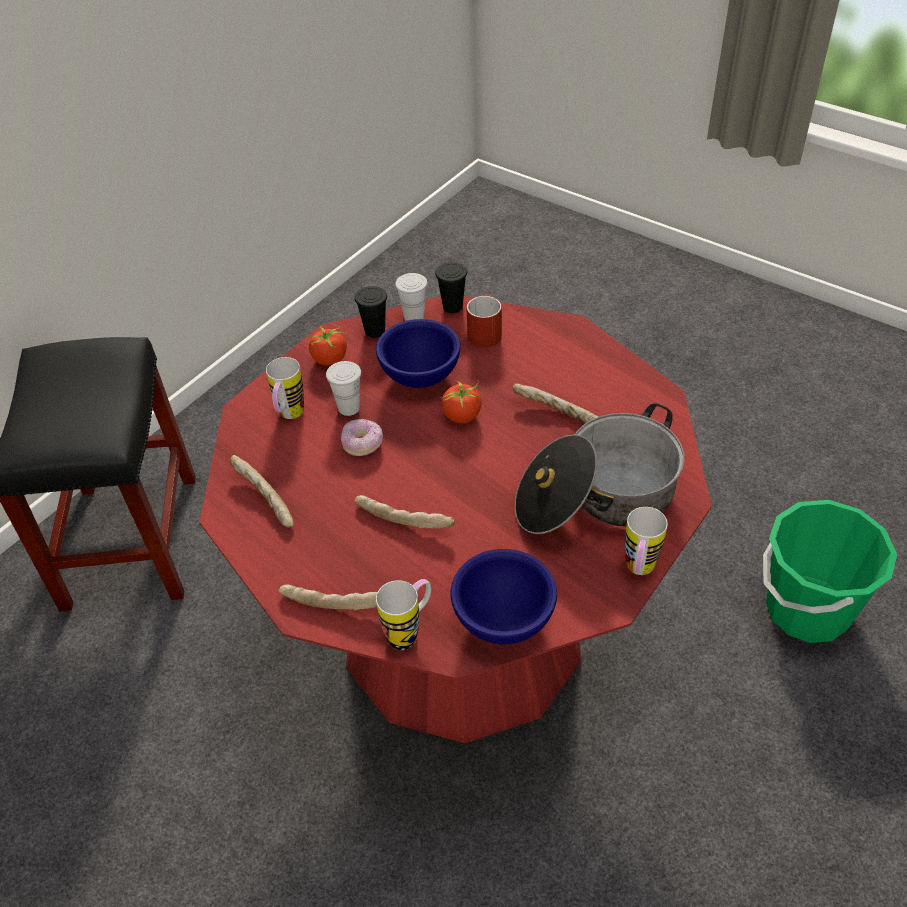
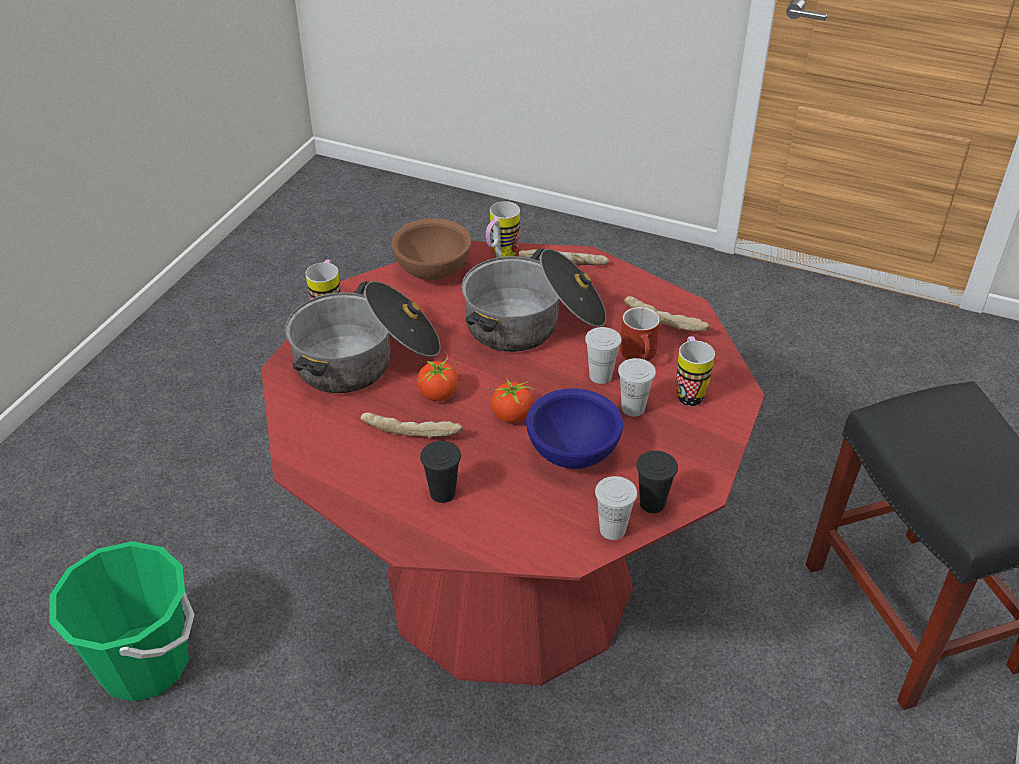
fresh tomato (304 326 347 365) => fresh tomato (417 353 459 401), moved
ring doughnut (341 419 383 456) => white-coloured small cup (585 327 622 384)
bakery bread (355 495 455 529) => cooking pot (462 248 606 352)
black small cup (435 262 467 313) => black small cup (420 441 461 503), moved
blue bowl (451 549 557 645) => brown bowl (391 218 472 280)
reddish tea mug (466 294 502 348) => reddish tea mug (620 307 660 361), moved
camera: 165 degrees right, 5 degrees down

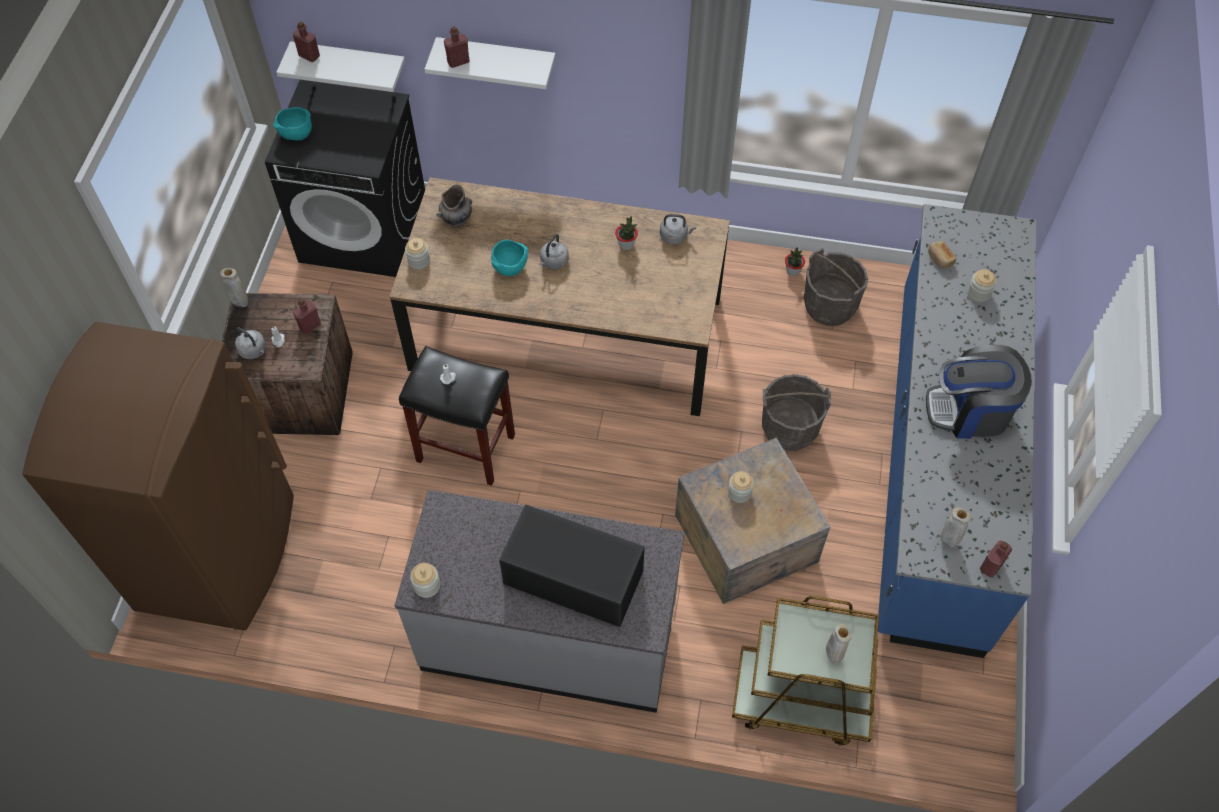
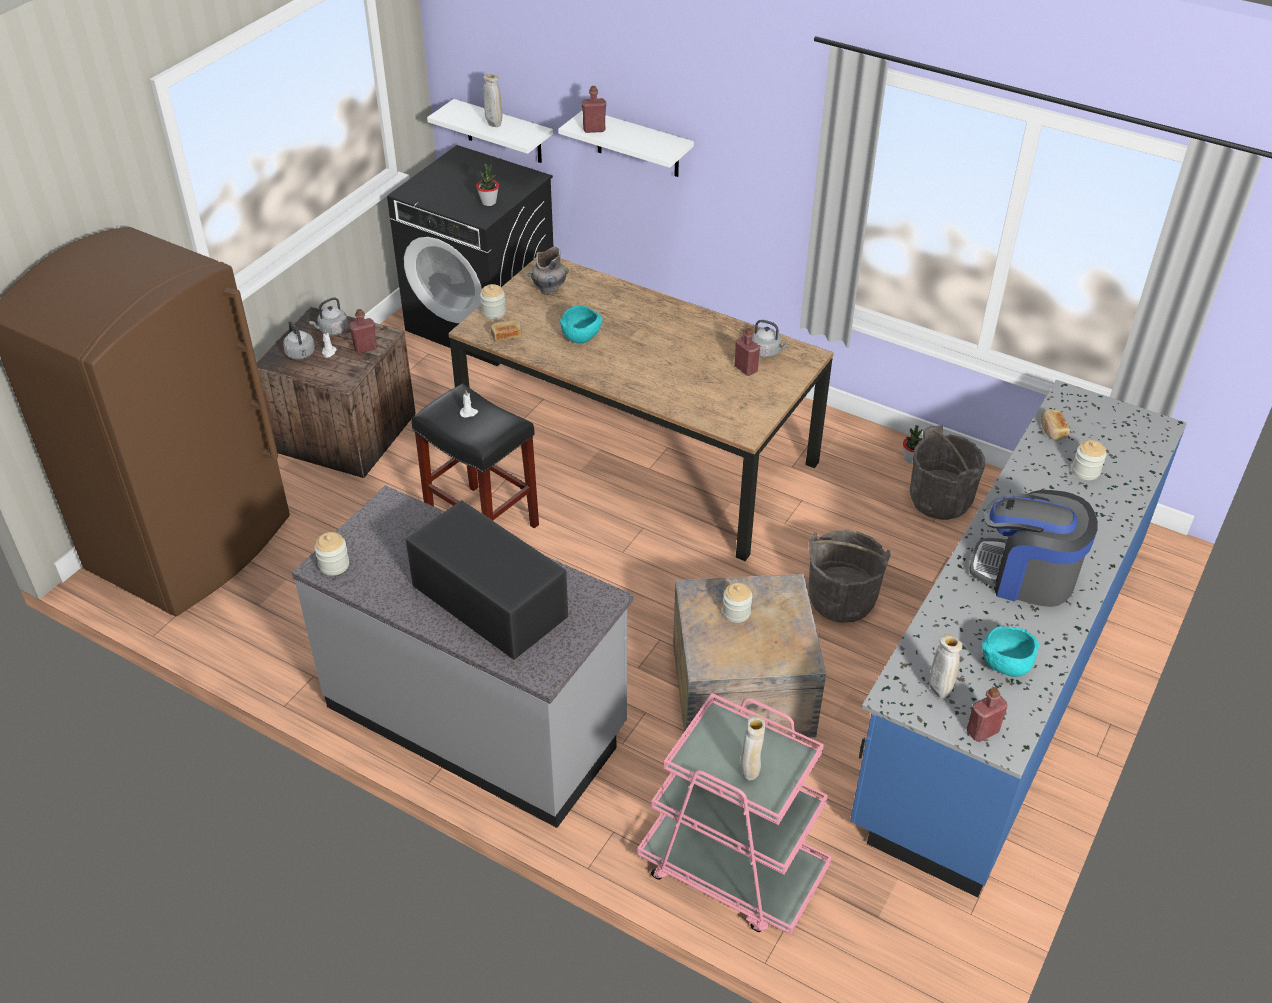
beige-coloured flower vase (220 268 248 307) => beige-coloured flower vase (483 74 502 127), moved
turquoise-coloured bowl (273 107 312 141) => turquoise-coloured bowl (981 626 1039 677), moved
reddish drink bottle (293 22 320 62) => reddish drink bottle (734 328 760 376), moved
gray water kettle (539 234 569 270) => gray water kettle (309 297 348 336), moved
plant in a pot (615 216 638 250) => plant in a pot (476 164 499 206), moved
brown trolley (732 596 879 746) => pinkish trolley (637 693 832 935)
nothing => bakery bread (491 320 522 341)
camera: 20 degrees right, 15 degrees down

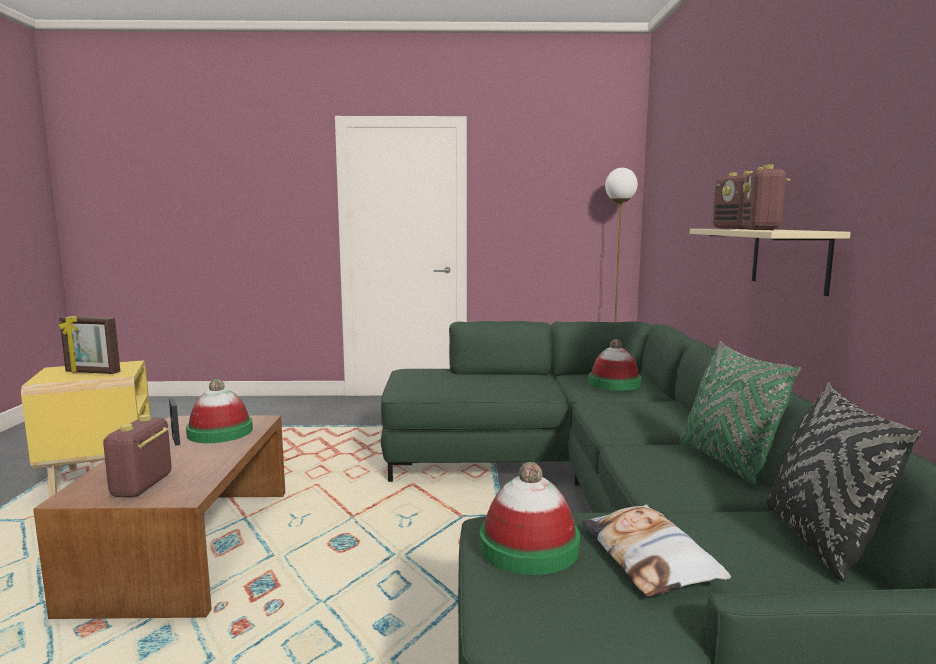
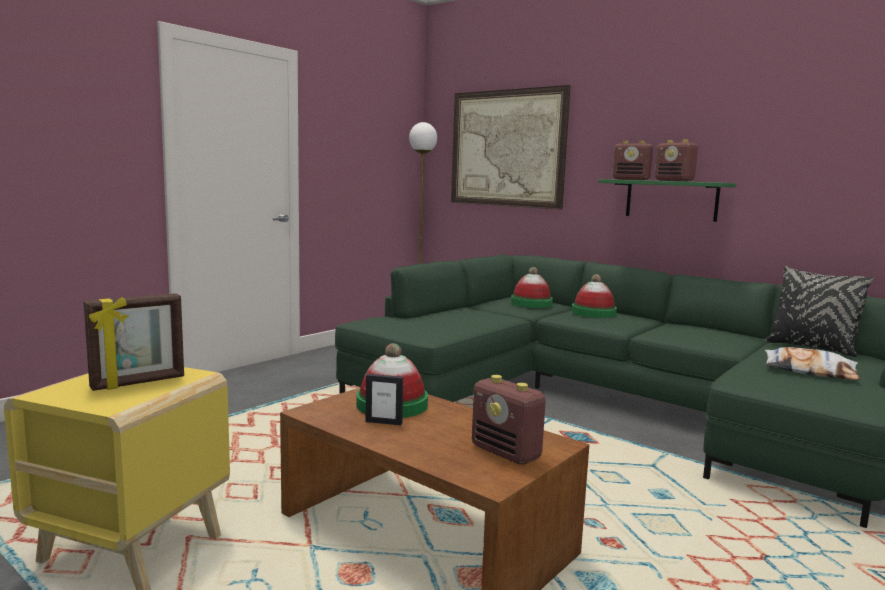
hat (480 462 580 575) => hat (572 274 617 318), moved
greenish pillow (680 341 801 485) => nothing
beige-coloured shelf (690 229 851 296) => greenish shelf (598 179 736 222)
nothing => wall art (451 85 571 210)
camera: 50 degrees left, 0 degrees up

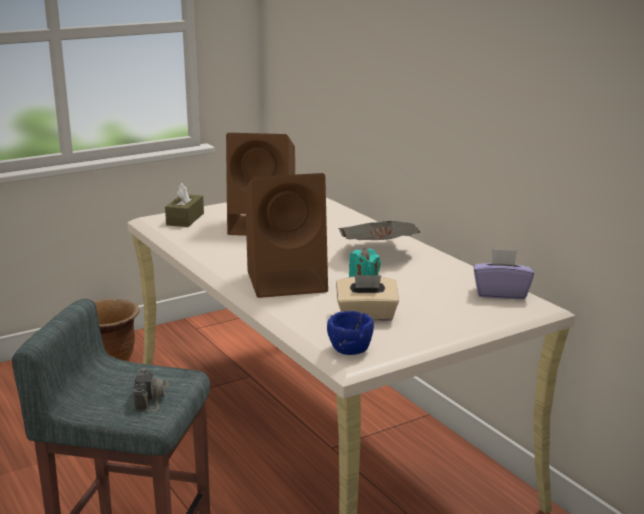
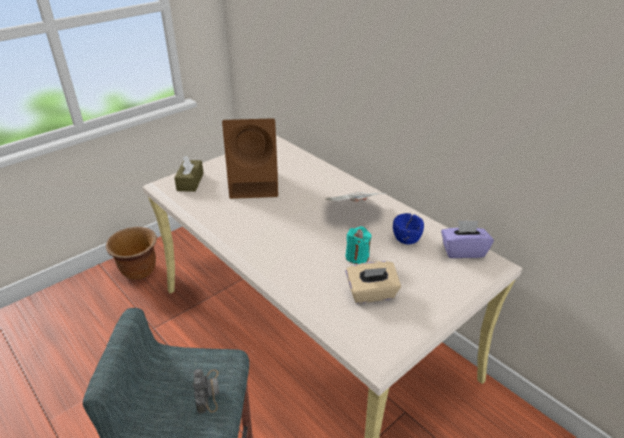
brown speaker (245 173 328 298) => nothing
blue bowl (327 311 374 355) => blue bowl (393 213 424 244), moved
camera: 10 degrees left, 15 degrees up

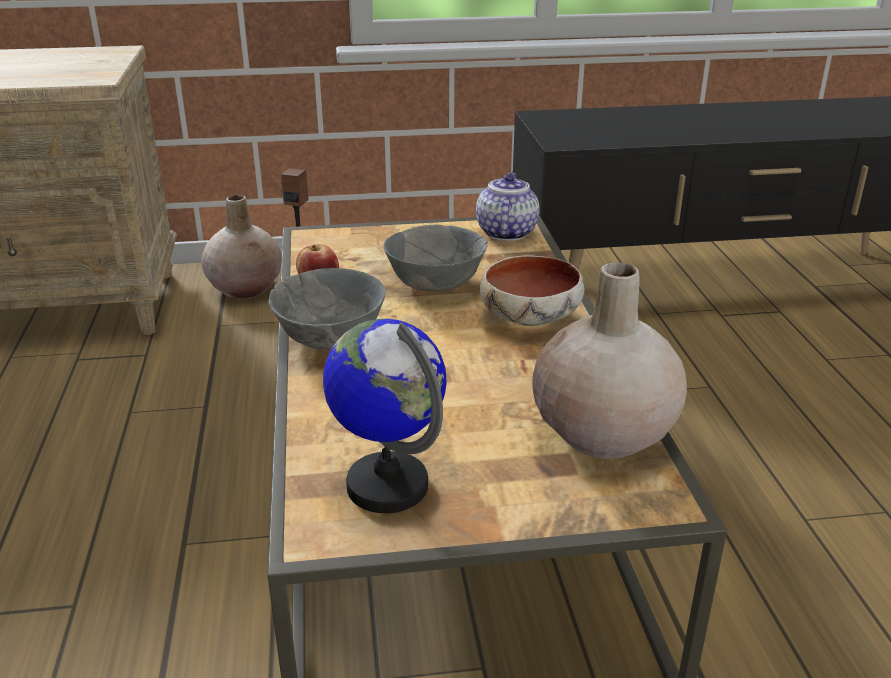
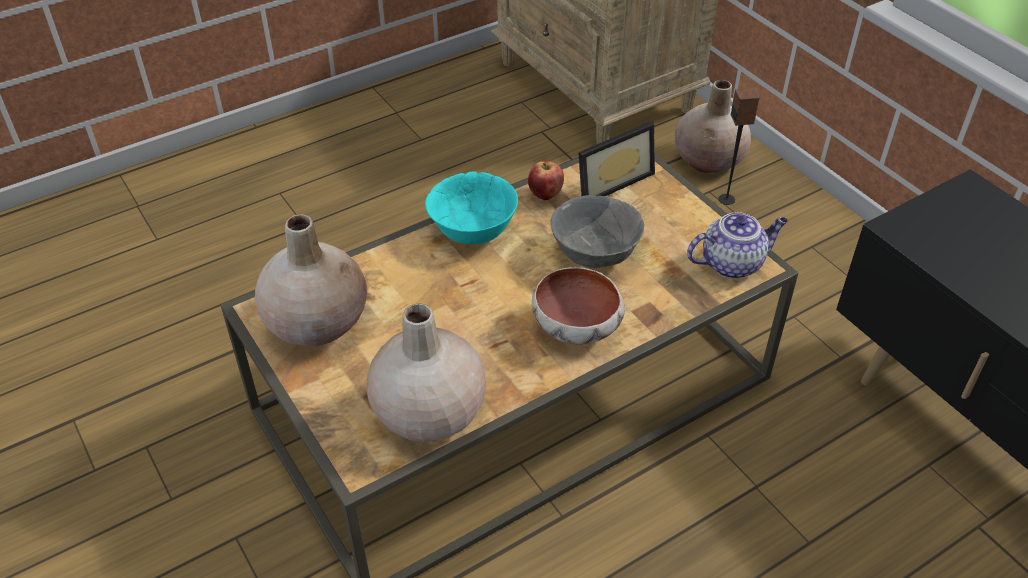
gray bowl (269 268 385 350) => turquoise-coloured bowl (425 172 518 244)
desk globe (323 319 446 513) => beige-coloured flower vase (255 214 367 347)
nothing => standing frame (578 122 655 196)
camera: 65 degrees right, 15 degrees up

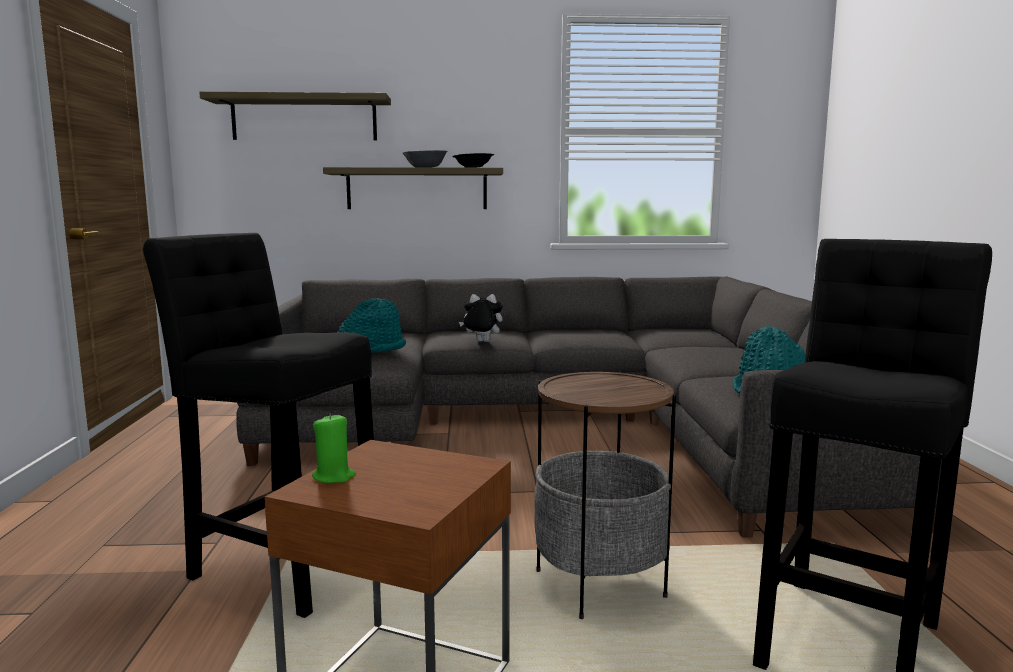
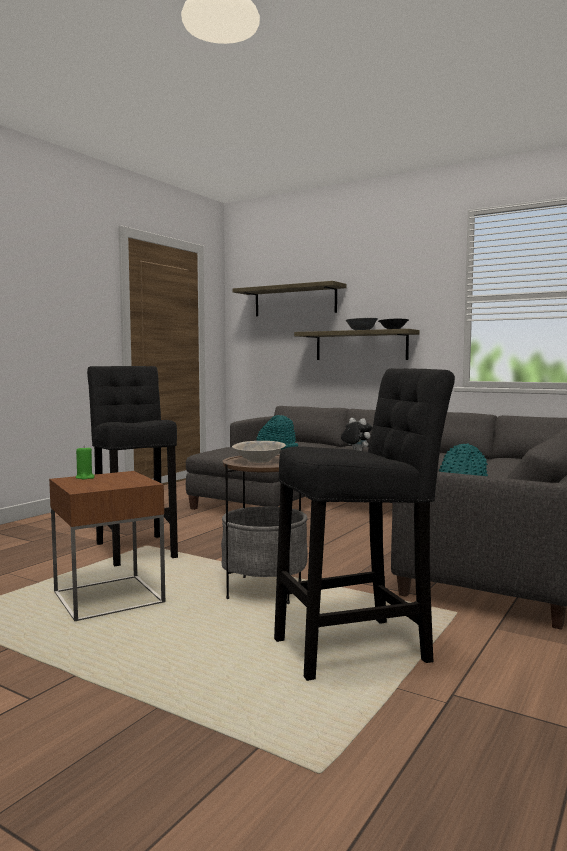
nothing => beige-coloured bowl (232 441 286 463)
camera: 35 degrees right, 5 degrees down

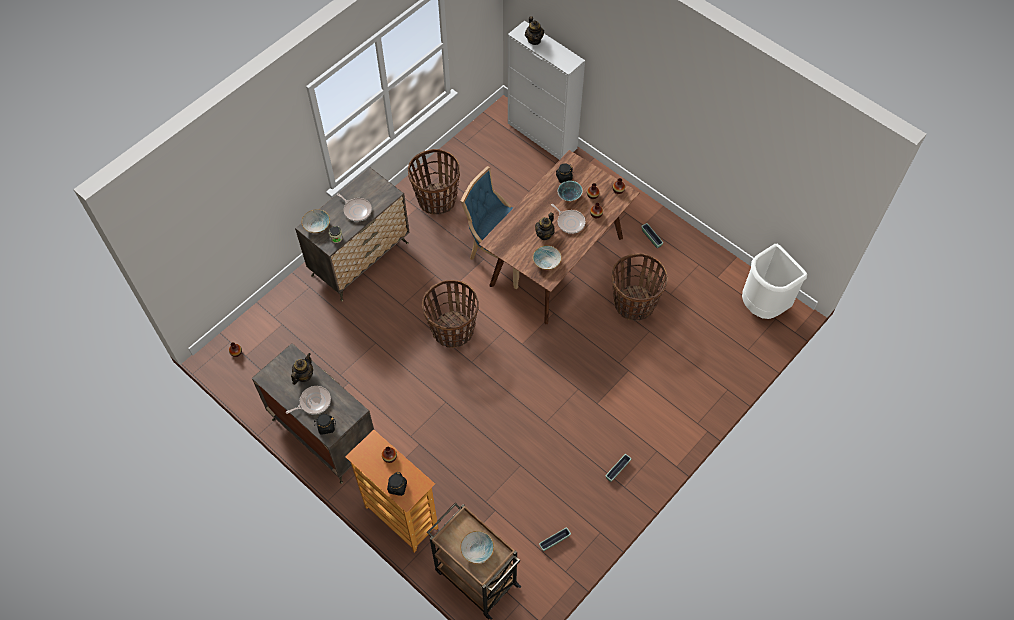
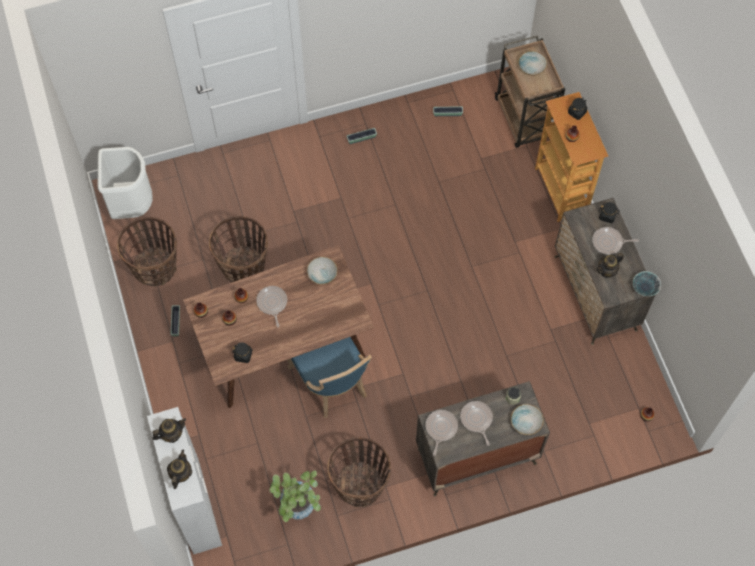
storage basket (422 280 479 348) => storage basket (117 217 177 287), moved
pot for tea (535 212 554 240) => pot for tea (152 418 186 443), moved
bowl (558 181 583 201) => bowl (633 271 661 296), moved
nothing => plant in a pot (270 470 321 522)
nothing => pan (425 410 458 456)
camera: 150 degrees left, 5 degrees up

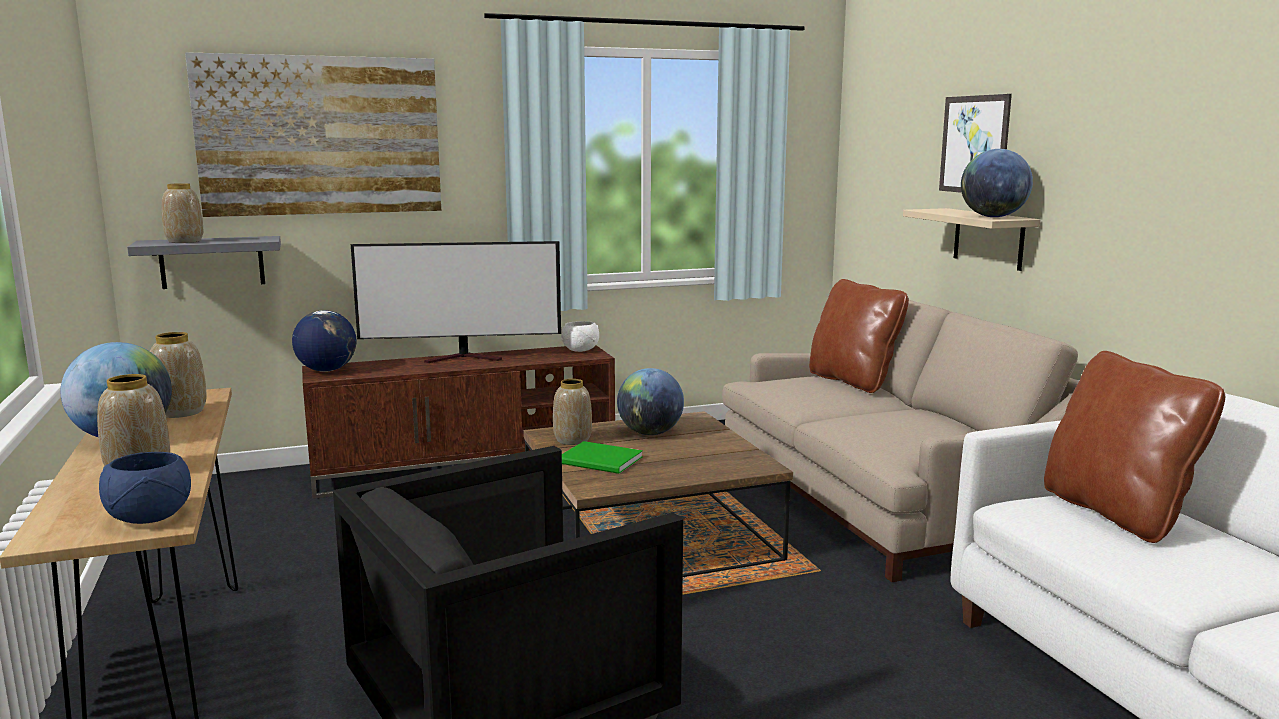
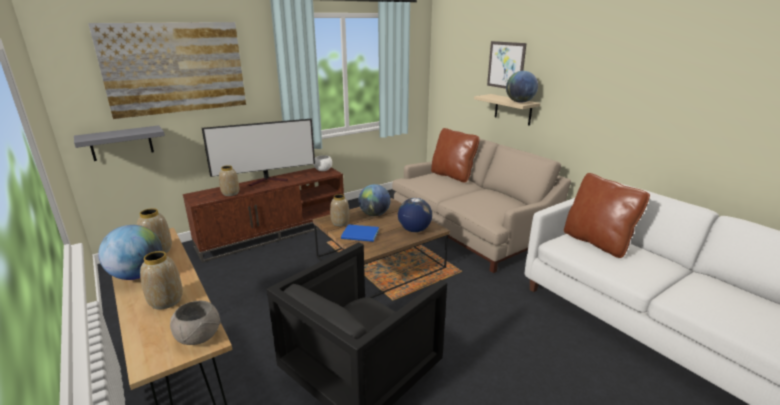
blue bowl (99 452 191 524) => gray bowl (170 301 221 345)
flower vase (162 183 203 243) => flower vase (219 165 240 196), moved
desk globe (292 310 356 372) => desk globe (398 198 432 232), moved
greenish bound book (562 441 643 474) => blue bound book (341 224 379 242)
camera: 15 degrees left, 10 degrees up

